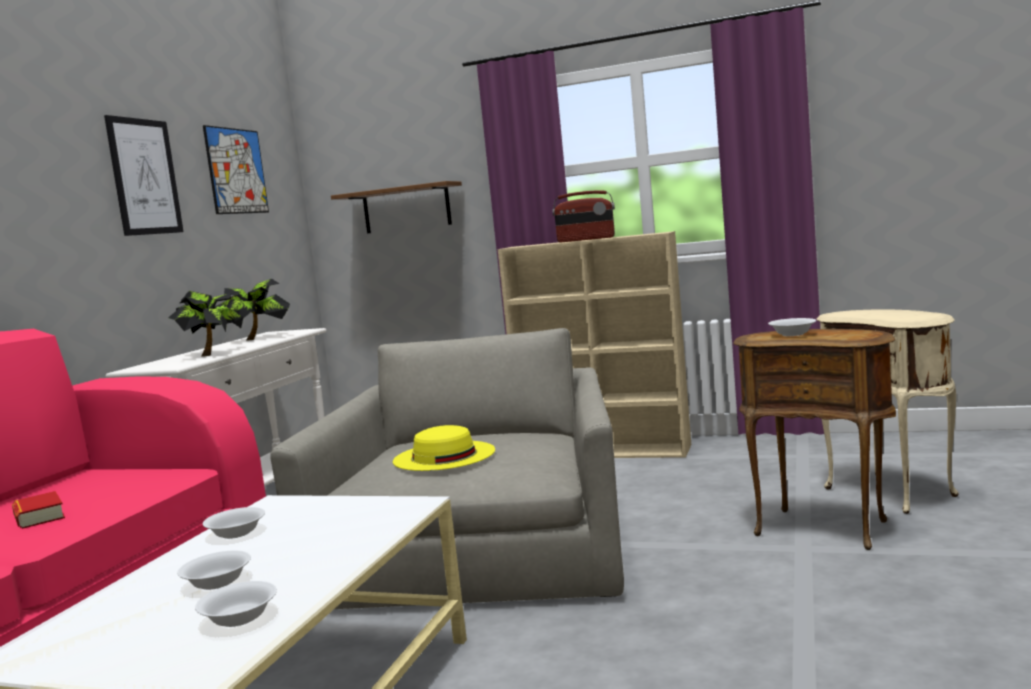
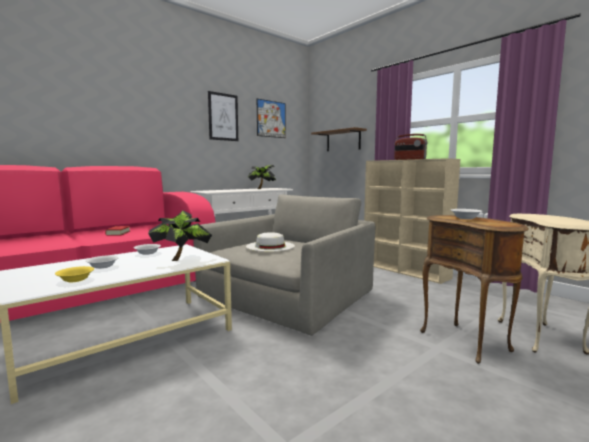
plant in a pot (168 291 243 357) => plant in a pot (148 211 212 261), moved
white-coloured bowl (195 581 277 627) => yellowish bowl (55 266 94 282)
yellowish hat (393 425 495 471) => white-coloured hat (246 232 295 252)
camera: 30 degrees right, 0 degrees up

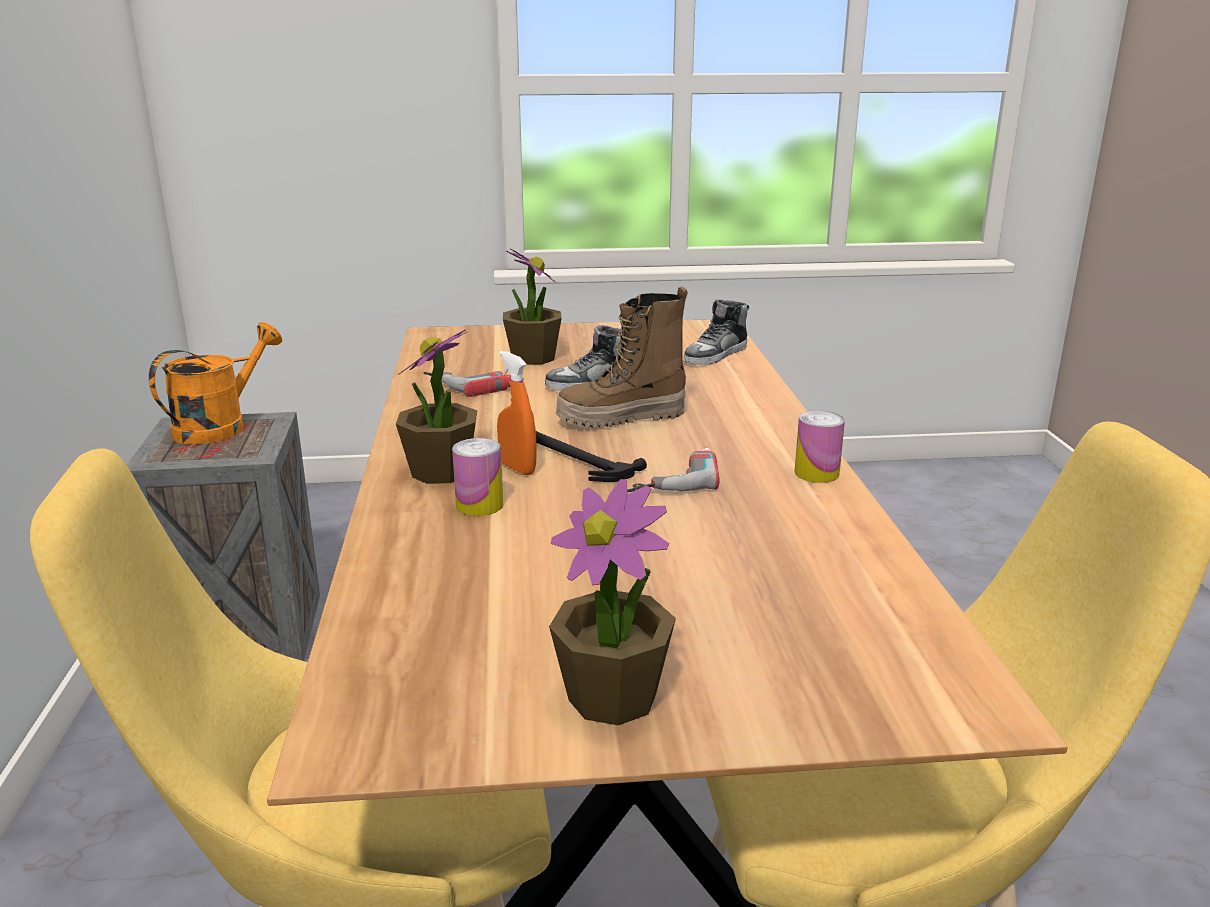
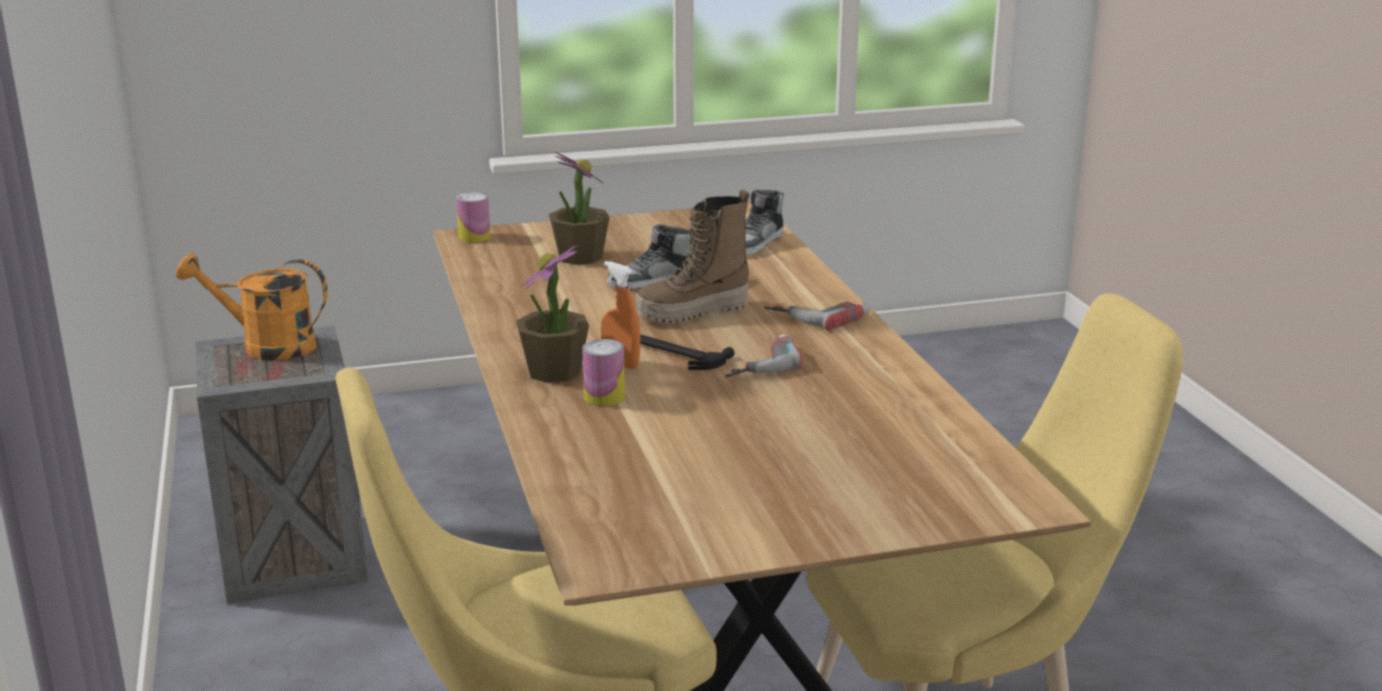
orangey watering can (149 322 282 445) => orangey watering can (176 253 327 361), 105 degrees counterclockwise
electric drill (424 371 524 397) => electric drill (764 302 871 331), moved
plant in a pot (549 479 676 725) => nothing
sealed can (794 410 845 483) => sealed can (456 192 490 242), moved
camera: 10 degrees left, 0 degrees up

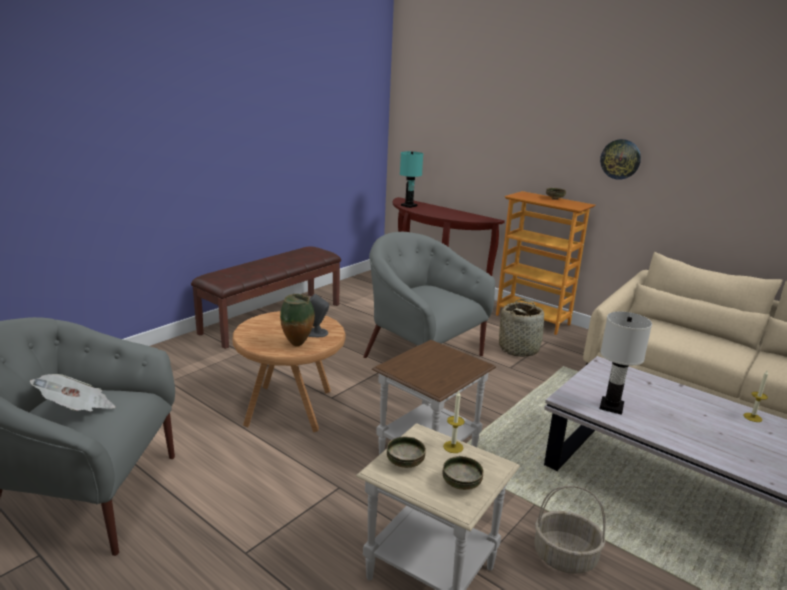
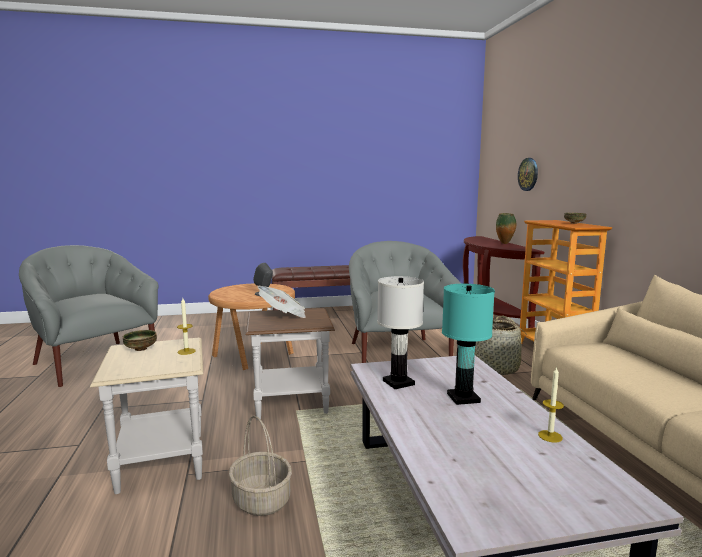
daily paper (30 374 116 411) => daily paper (257 286 306 318), moved
flower vase (280 294 315 347) => flower vase (496 213 517 244), moved
turquoise-coloured tabletop lamp (400 151 423 208) => turquoise-coloured tabletop lamp (442 284 495 405), moved
bowl (442 456 484 490) => nothing
wall clock (600 139 641 180) => wall clock (518 158 538 191), moved
camera: 40 degrees right, 10 degrees down

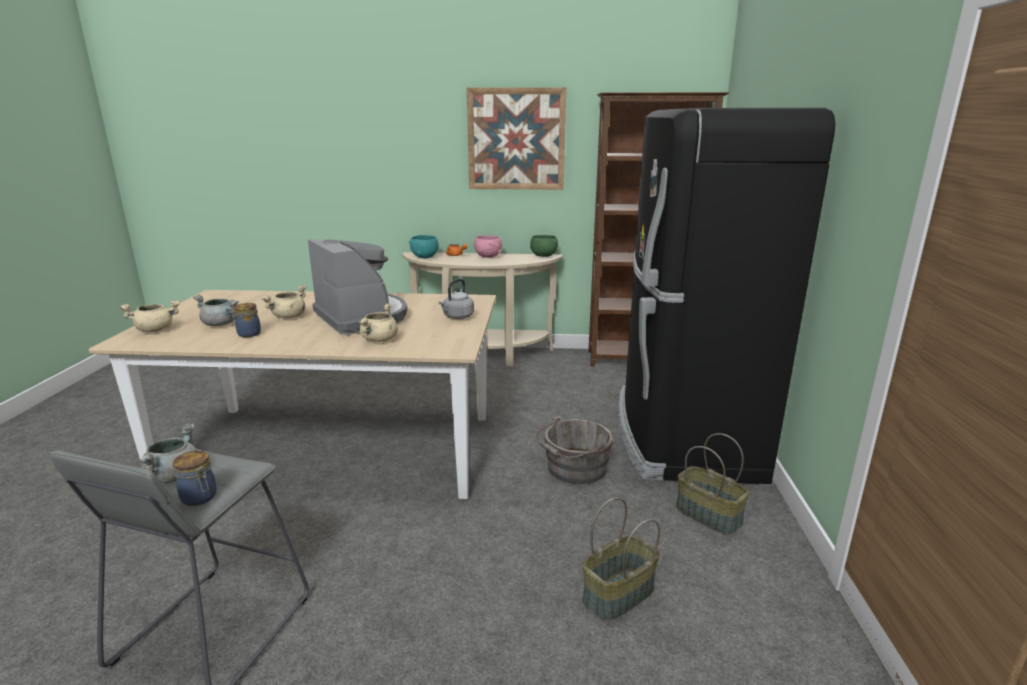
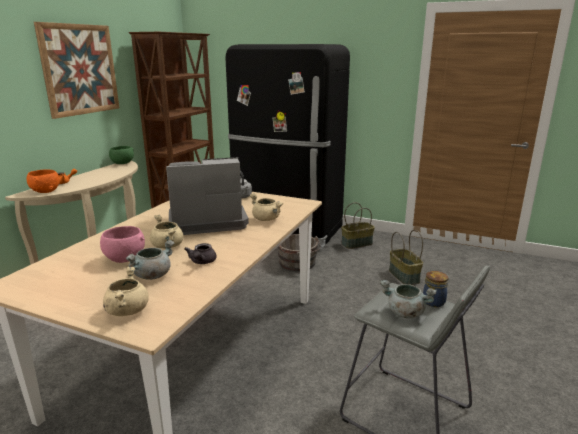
preserve jar (231 303 261 337) => gray pot for tea (184 243 216 264)
turquoise-coloured bowl (409 235 439 258) => orangey bowl (27 170 60 193)
pinkish bowl (474 235 502 258) => pinkish bowl (100 226 145 263), moved
camera: 70 degrees left, 0 degrees up

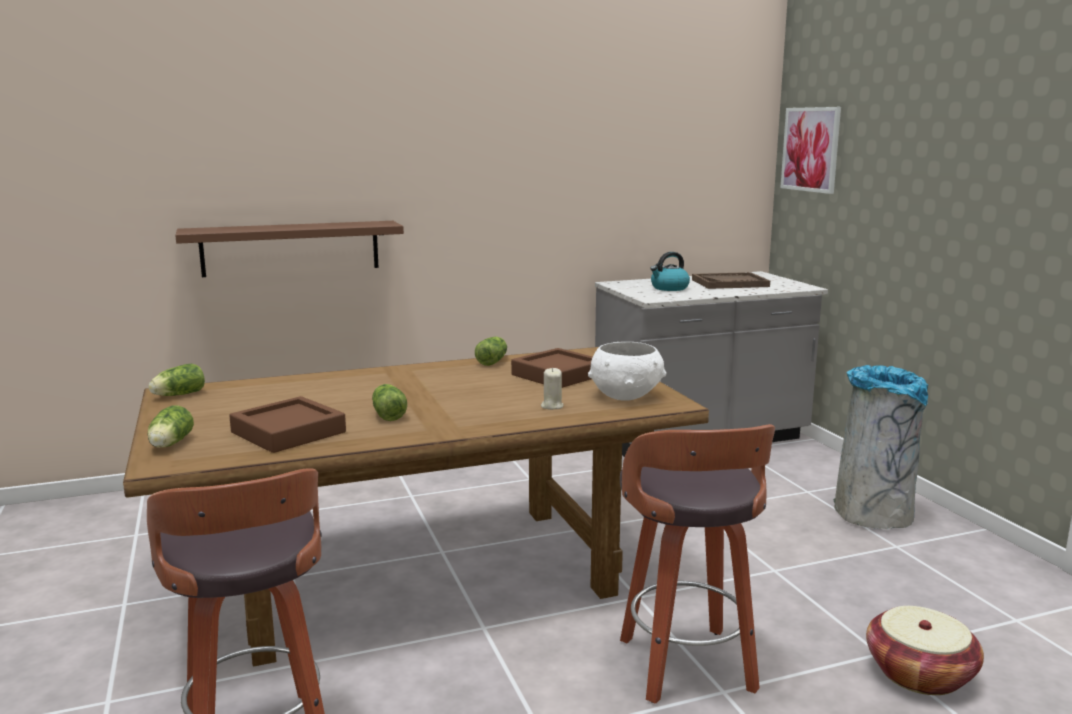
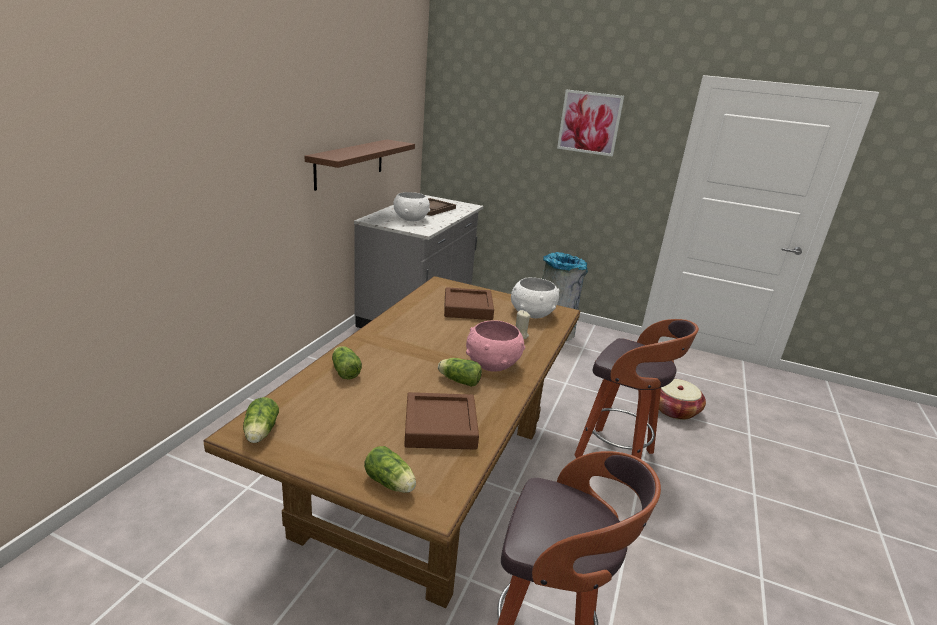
brown shelf (175 221 404 277) => brown shelf (305 139 415 191), moved
lettuce head (475 336 507 366) => lettuce head (332 346 362 379), moved
water kettle (650 252 690 291) => white-coloured bowl (394 192 430 221)
wall art (780 107 841 194) => wall art (557 89 624 157), moved
nothing => pinkish bowl (466 320 525 372)
camera: 50 degrees left, 10 degrees up

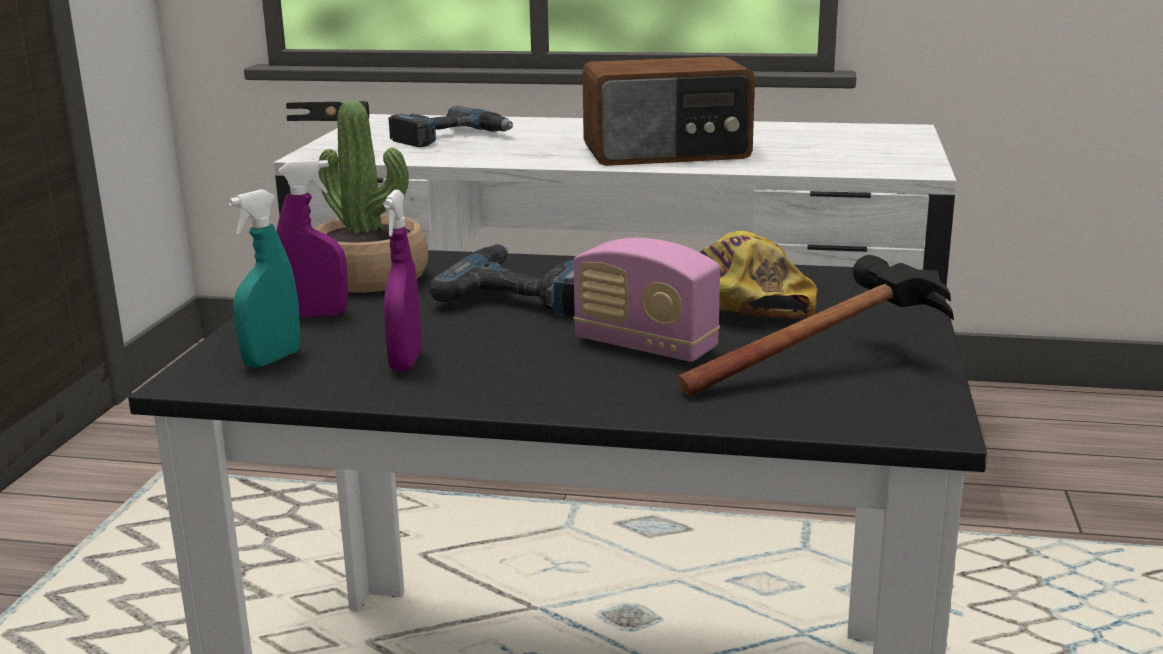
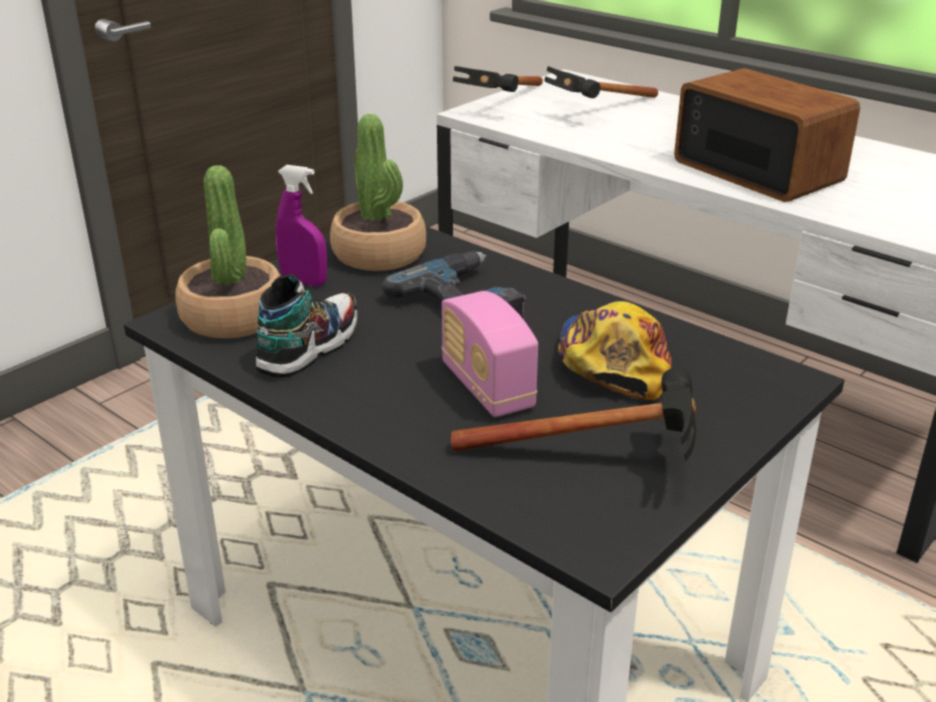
turquoise-coloured spray bottle (228 189 300 368) => plant in a pot (175 165 280 339)
purplish spray bottle (383 190 421 371) => shoe (256 274 357 378)
electric drill (389 106 513 147) => hand hammer (544 66 658 98)
radio (582 56 755 166) => radio (674 68 860 202), 150 degrees counterclockwise
camera: 30 degrees right, 10 degrees up

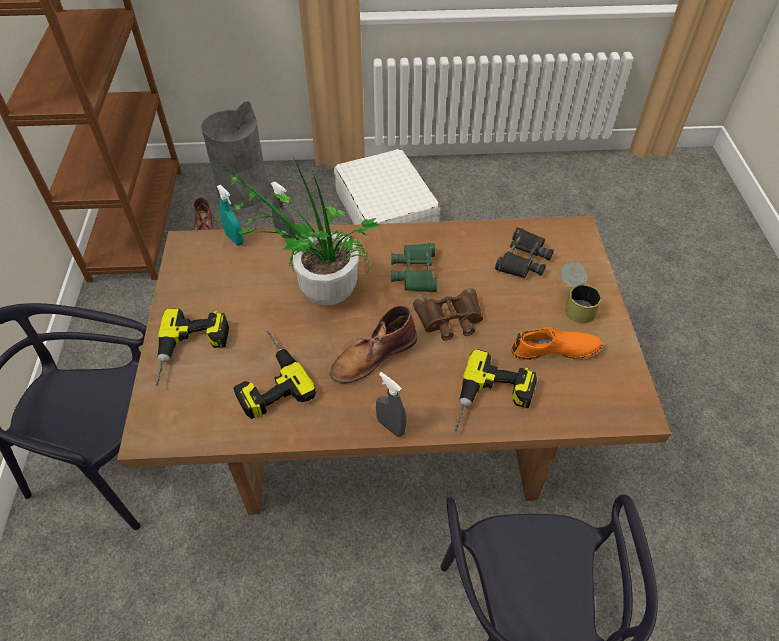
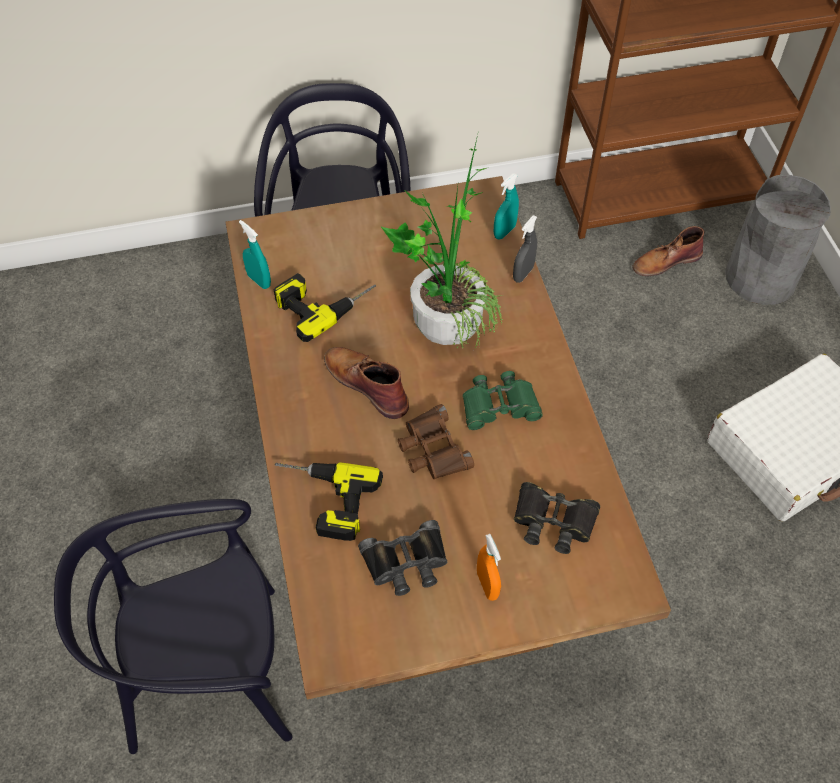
electric drill (156 308 229 386) => nothing
gray spray bottle (376 372 407 437) => nothing
orangey shoe (511 327 603 360) => black binoculars (358 520 448 596)
sealed can (561 262 602 324) => orangey spray bottle (477 534 501 601)
nothing => turquoise-coloured spray bottle (239 220 271 289)
camera: 80 degrees right, 5 degrees up

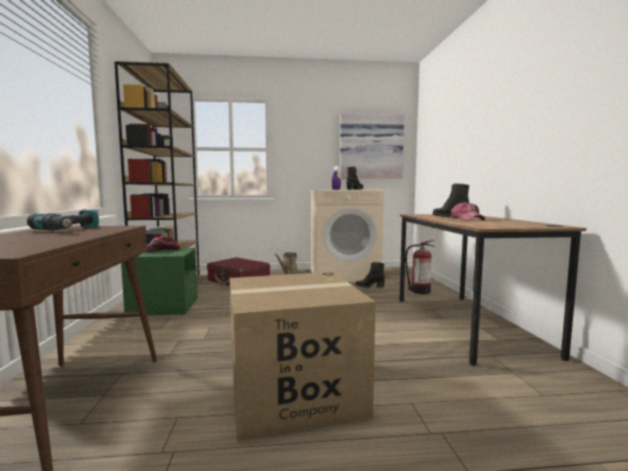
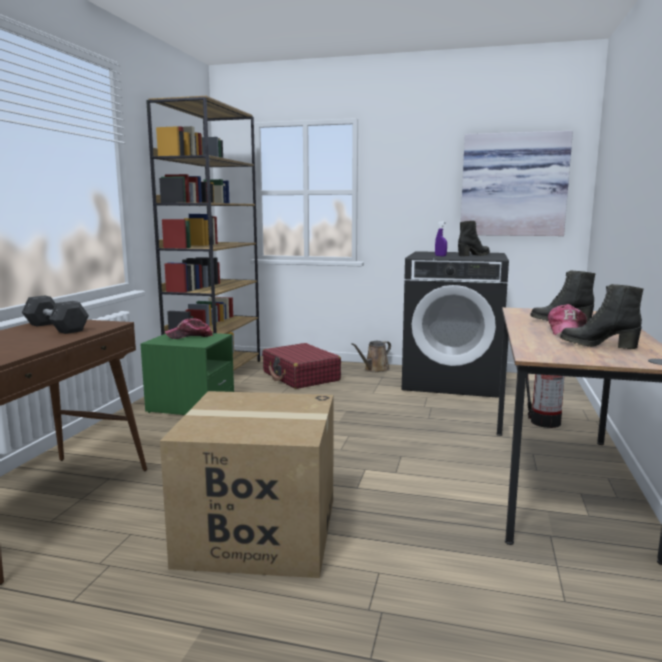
electric drill (27 209 100 231) => gray free weight (22 296 89 334)
beige-coloured laundry appliance (311 190 384 282) => black laundry appliance (402 251 509 398)
black high-top boot (355 262 385 288) => black high-top boot (560 284 644 349), moved
camera: 20 degrees right, 5 degrees up

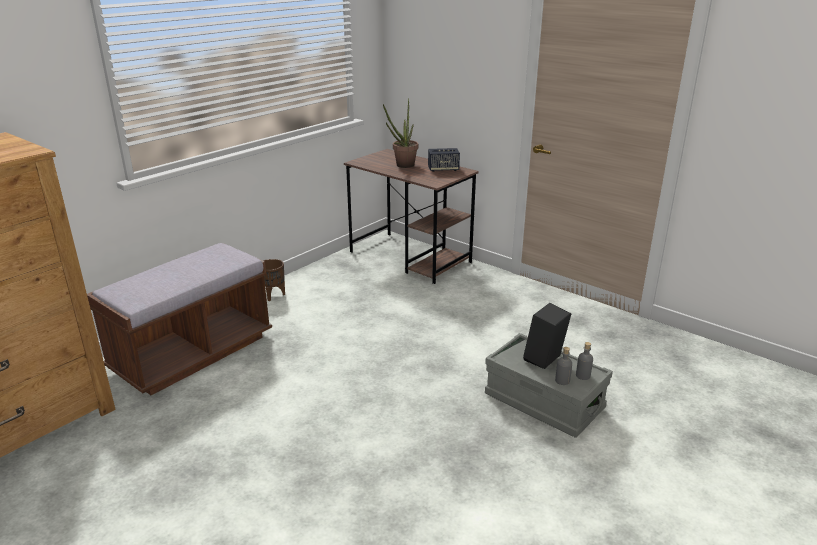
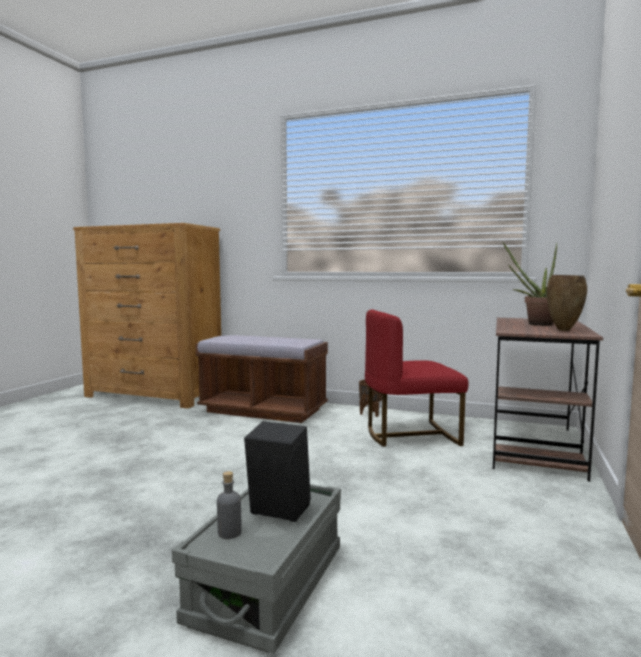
speaker (428 148 460 172) => brown flower vase (547 275 587 331)
gray drink bottle (576 342 593 380) => nothing
nothing => reddish chair (365 309 468 447)
camera: 70 degrees right, 20 degrees down

